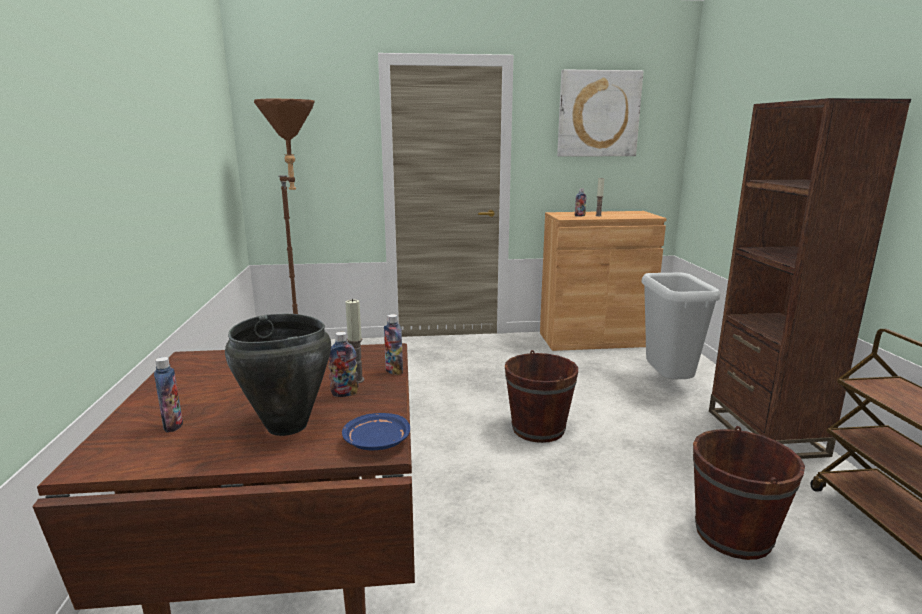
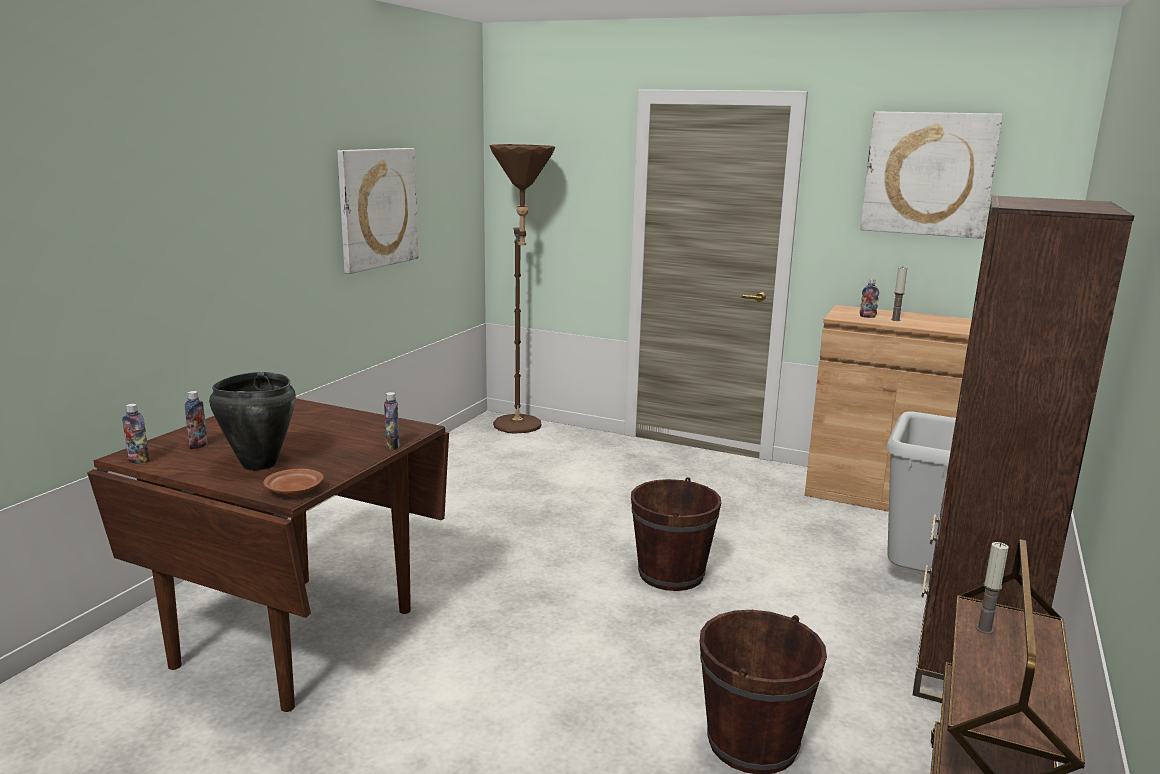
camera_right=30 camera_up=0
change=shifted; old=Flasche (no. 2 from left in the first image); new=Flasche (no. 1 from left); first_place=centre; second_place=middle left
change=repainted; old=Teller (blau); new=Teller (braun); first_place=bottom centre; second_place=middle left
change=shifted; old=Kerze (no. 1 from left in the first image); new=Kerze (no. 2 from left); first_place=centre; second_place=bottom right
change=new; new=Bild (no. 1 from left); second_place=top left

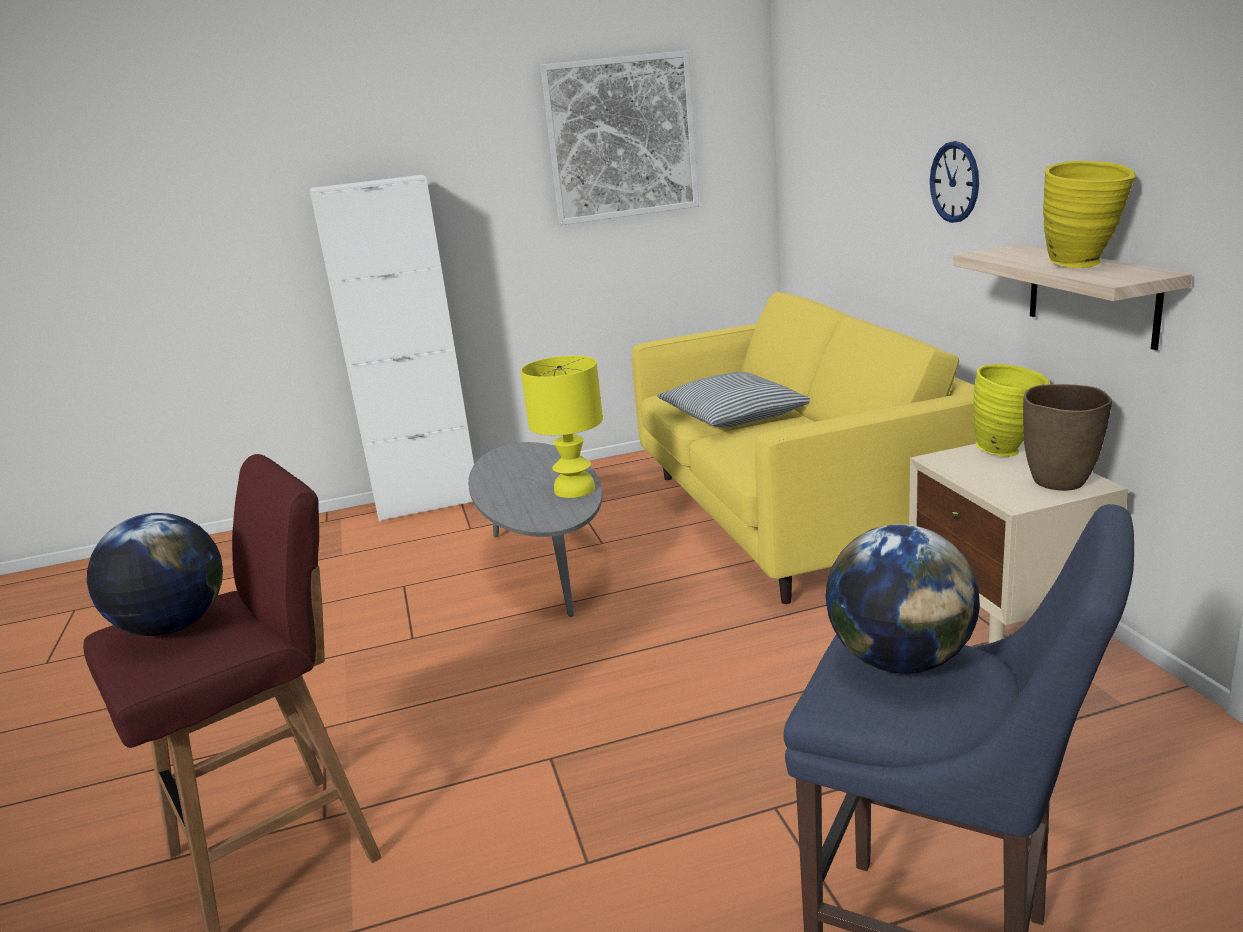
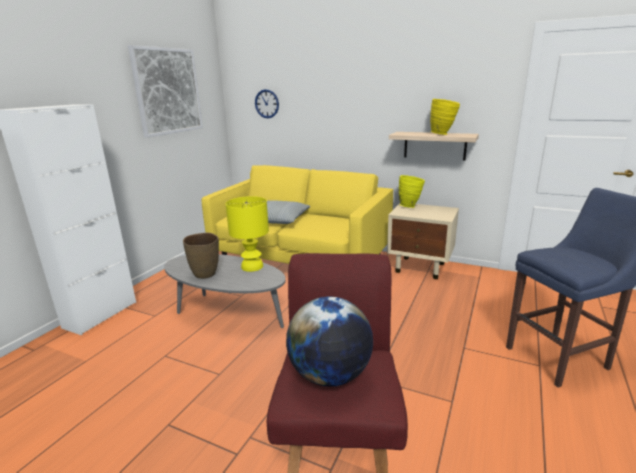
camera_right=-50 camera_up=0
change=gone; old=Globus (no. 2 from left); first_place=middle right
change=shifted; old=Wanduhr; first_place=top right; second_place=top centre
change=shifted; old=Vase (braun); first_place=middle right; second_place=middle left

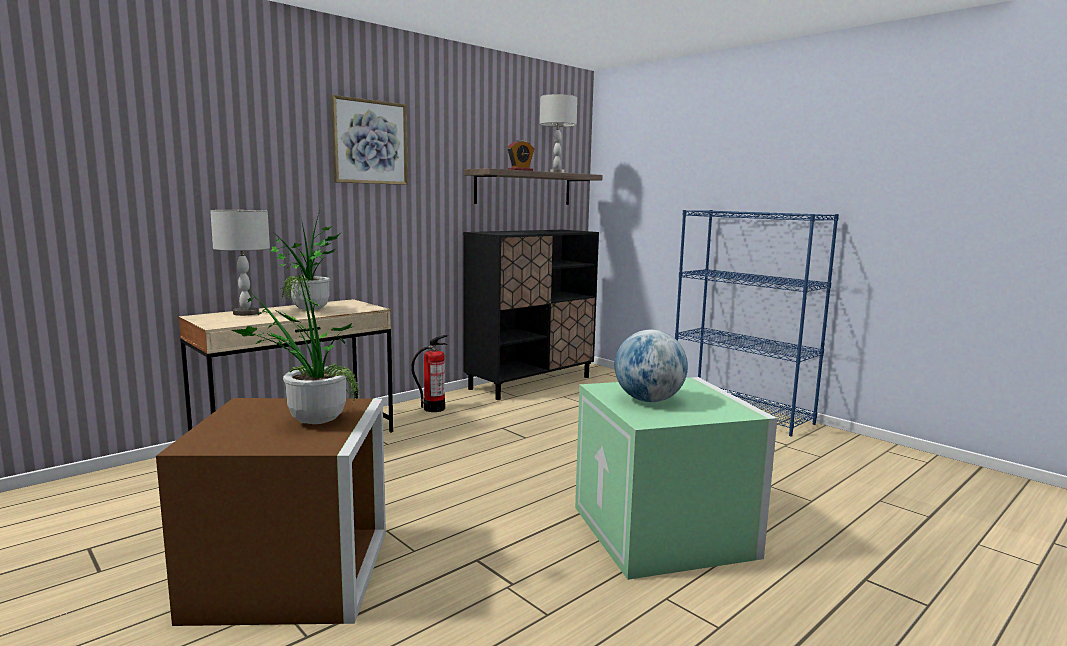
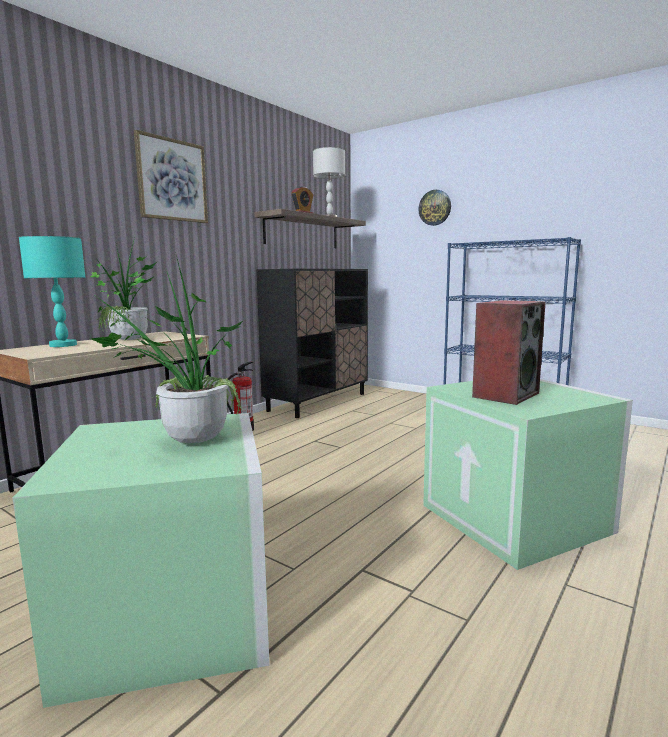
camera_right=-10 camera_up=0
change=repainted; old=Aufbewahrungsbox (braun); new=Aufbewahrungsbox (grün) (no. 1 from left); first_place=bottom left; second_place=bottom left
change=repainted; old=Tischlampe (grau) (no. 1 from left); new=Tischlampe (türkis); first_place=middle left; second_place=middle left
change=swapped; old=Globus; new=Lautsprecher; first_place=centre; second_place=middle right
change=new; new=Wanduhr; second_place=top centre

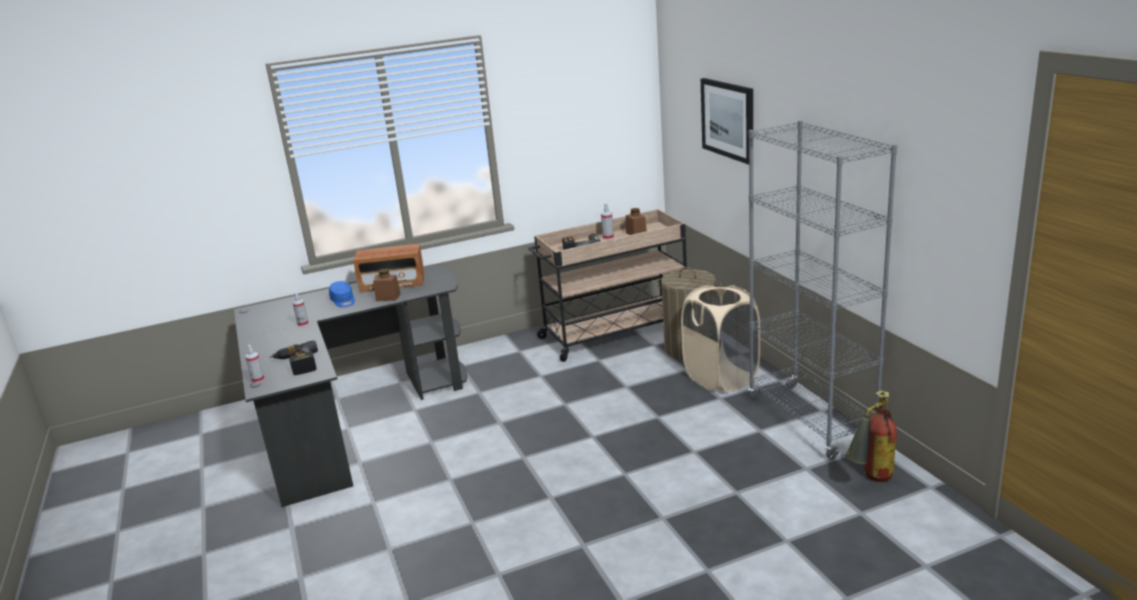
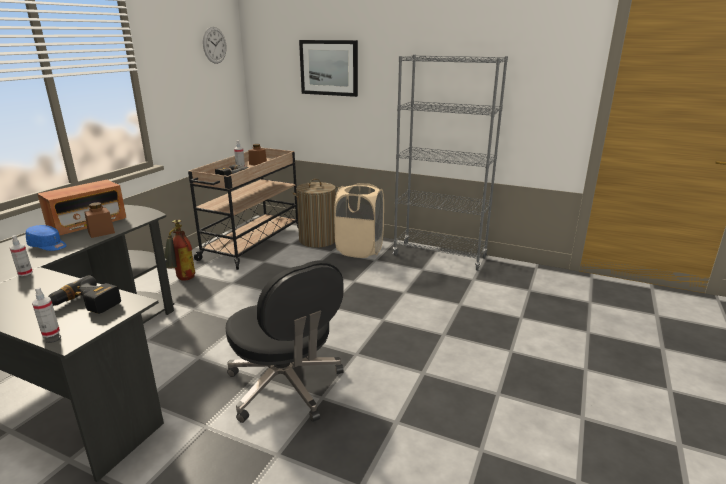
camera_right=-45 camera_up=0
change=shifted; old=Feuerlöscher; first_place=bottom right; second_place=middle left
change=new; new=Wanduhr; second_place=top left
change=new; new=Bürostuhl (schwarz); second_place=bottom centre

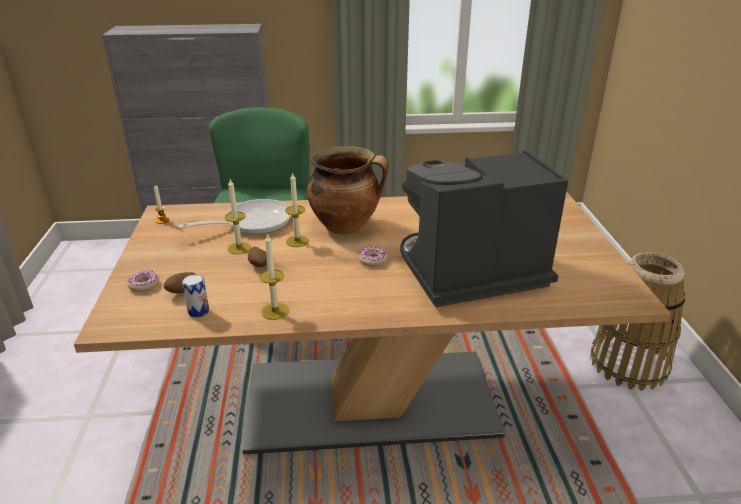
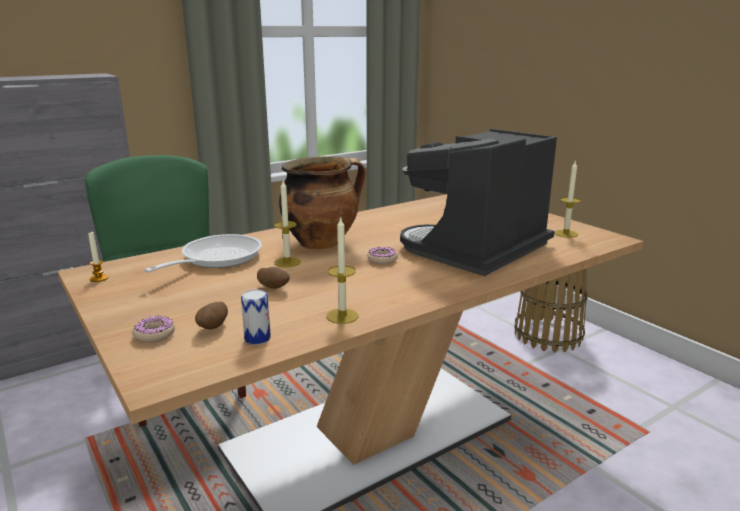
camera_right=-30 camera_up=-10
change=shifted; old=Kerze (no. 2 from left in the first image); new=Kerze (no. 4 from left); first_place=middle left; second_place=middle right

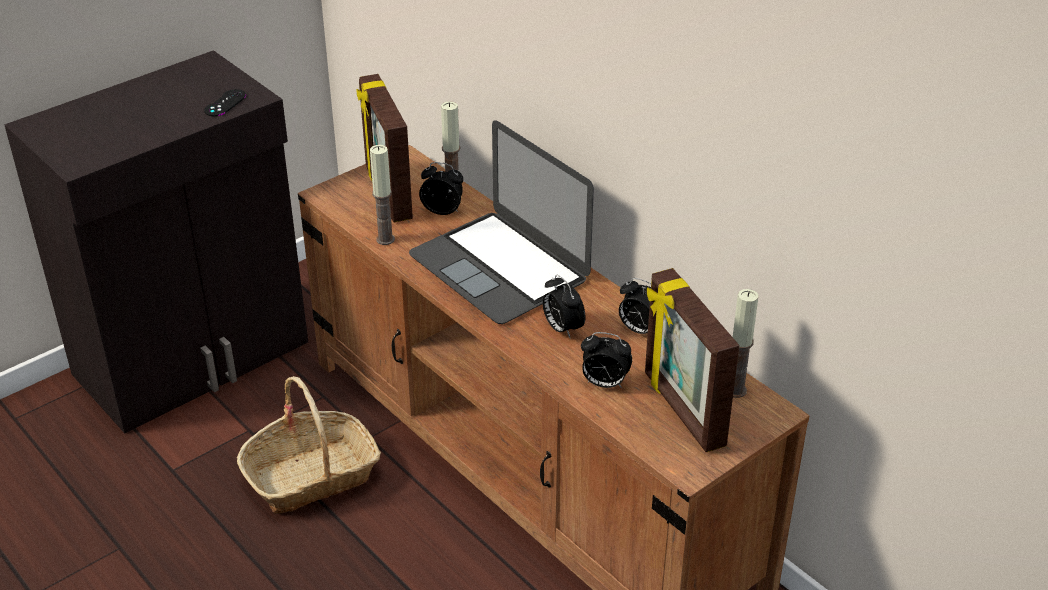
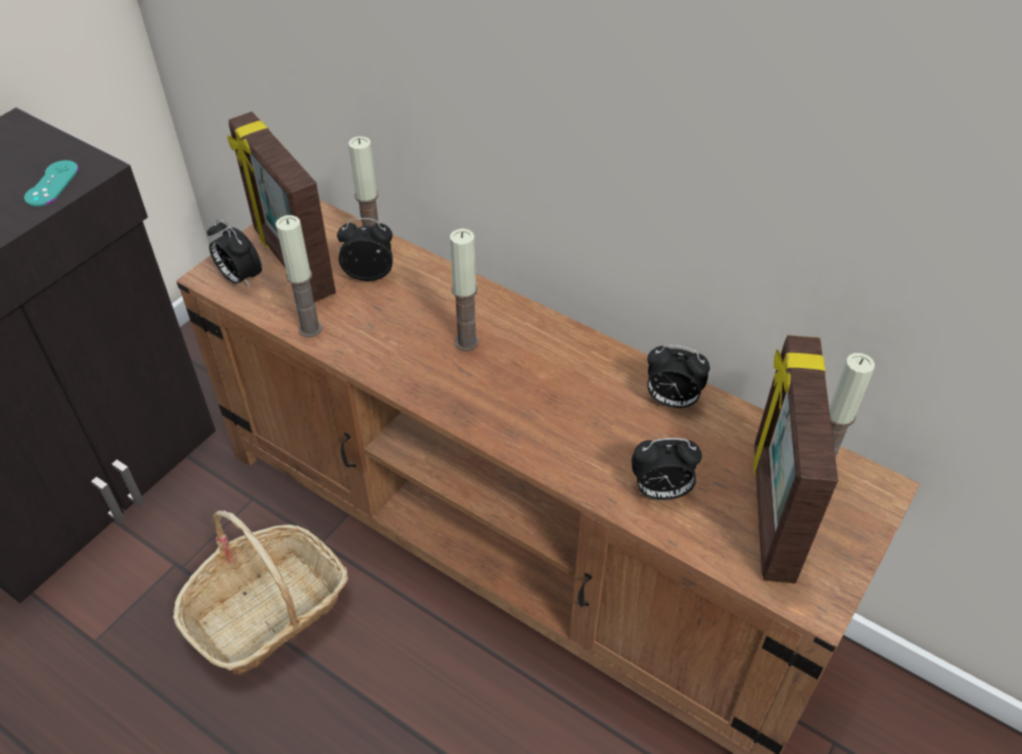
camera_right=-15 camera_up=10
change=repainted; old=Gamepad (schwarz); new=Gamepad (türkis); first_place=top left; second_place=top left
change=swapped; old=Laptop; new=Kerze (no. 3 from left); first_place=centre; second_place=centre
change=shifted; old=Wecker (no. 2 from left in the first image); new=Wecker (no. 1 from left); first_place=centre; second_place=middle left
change=rotated; old=Bilderrahmen (no. 2 from left); first_place=centre; second_place=middle right; degrees=45

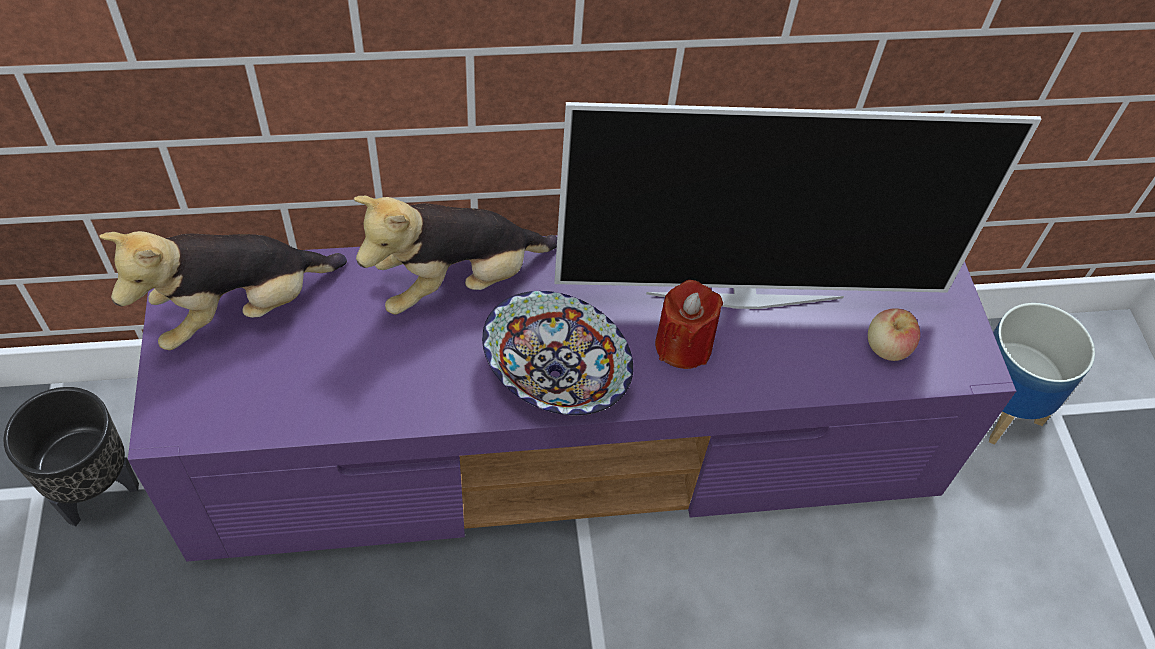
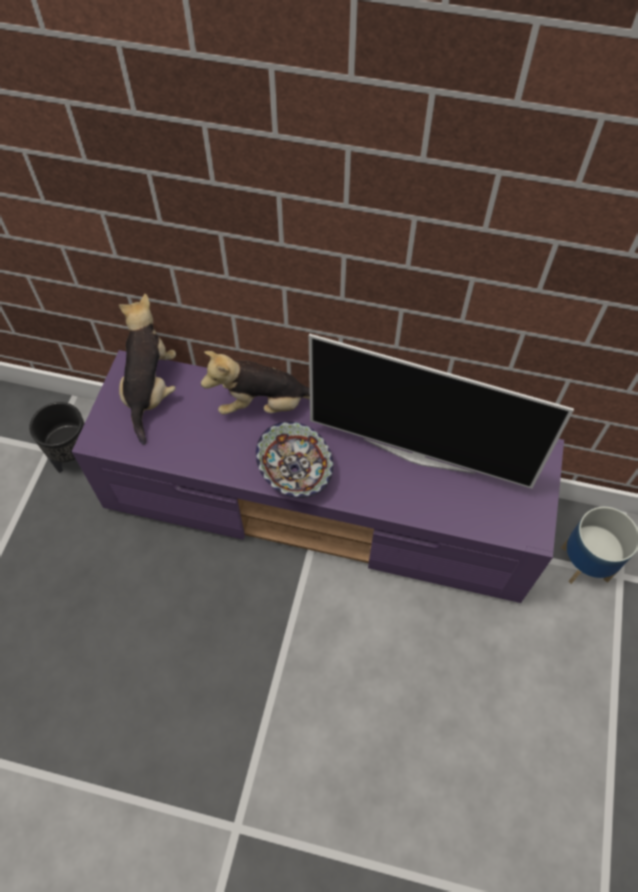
camera_right=25 camera_up=5
change=rotated; old=Plüschtier (no. 1 from left); first_place=middle left; second_place=middle left; degrees=105
change=gone; old=Kerze (rot); first_place=centre
change=gone; old=Apfel; first_place=middle right

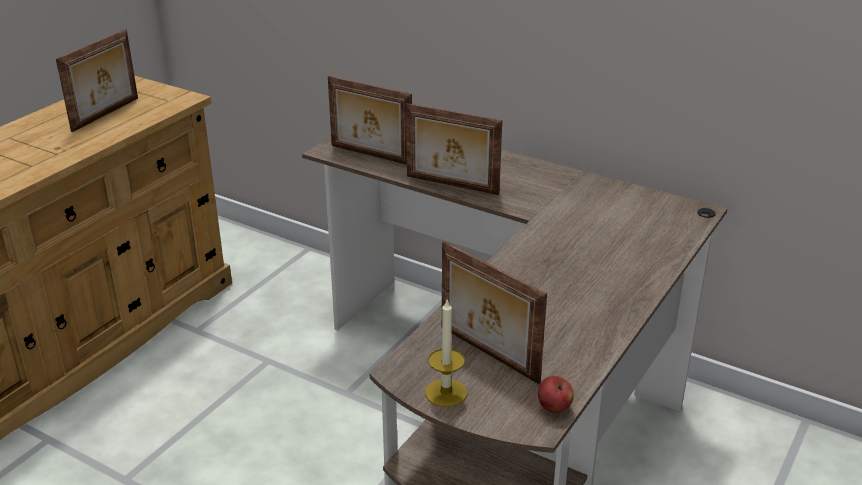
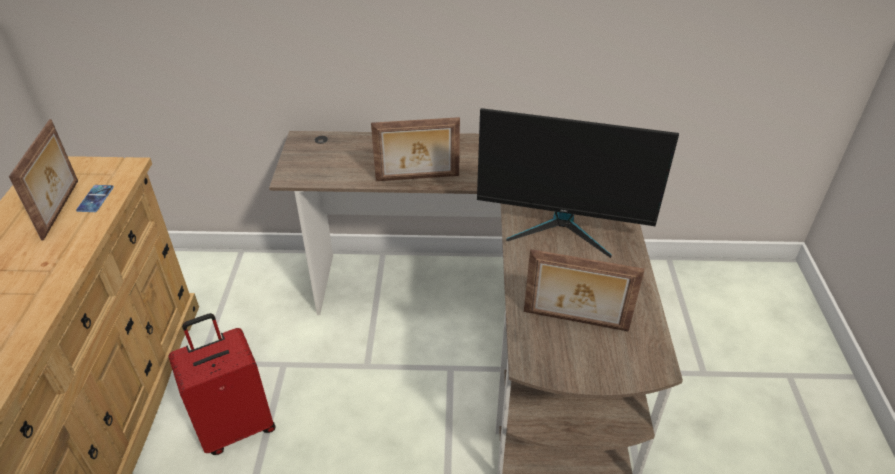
camera_right=-30 camera_up=10
change=gone; old=Bilderrahmen (no. 2 from left); first_place=top centre
change=gone; old=Kerze; first_place=bottom centre
change=gone; old=Apfel; first_place=bottom centre
change=new; new=Handy; second_place=middle left
change=new; new=Koffer (rot); second_place=bottom left
change=new; new=Monitor; second_place=centre

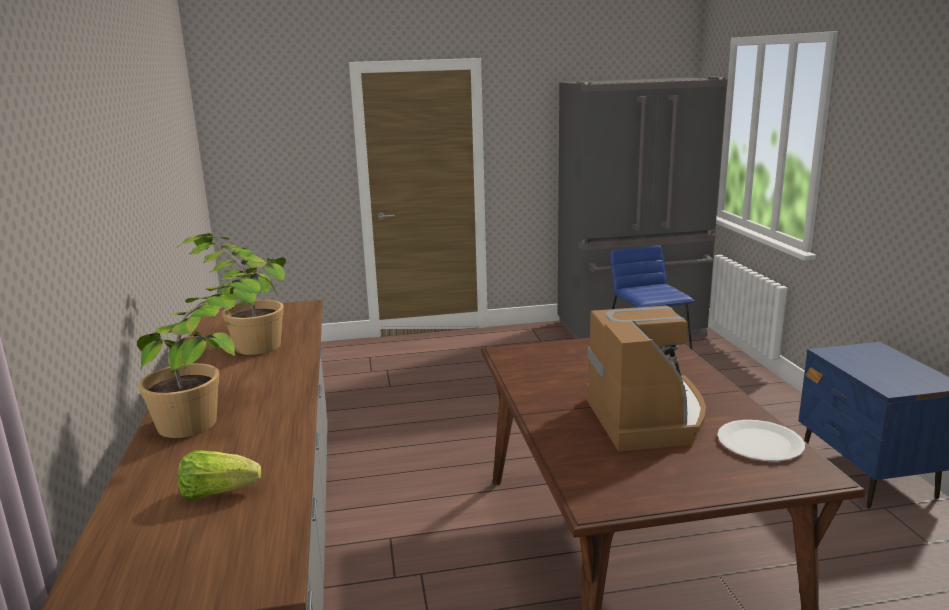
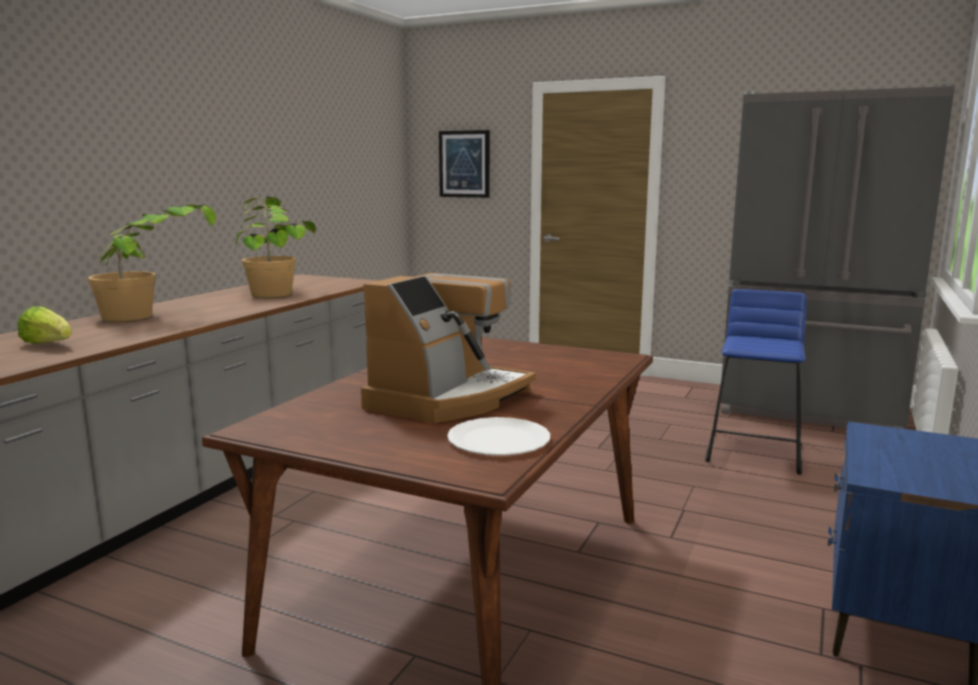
camera_right=35 camera_up=-5
change=new; new=Bild; second_place=top centre

